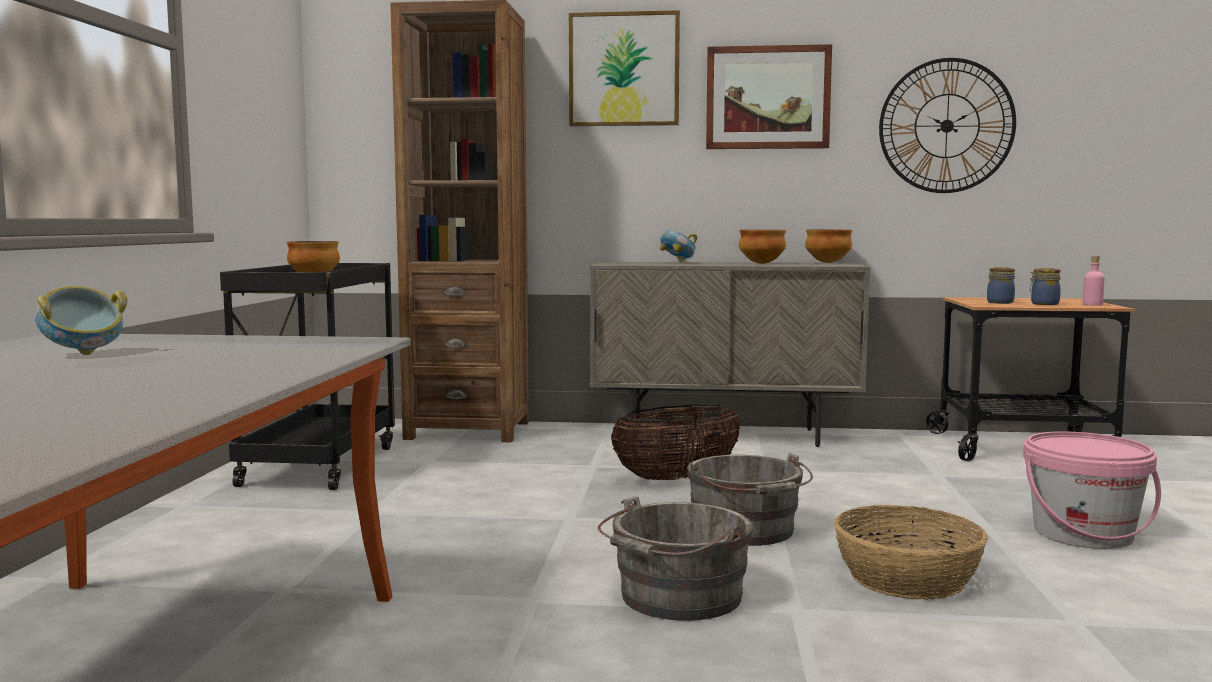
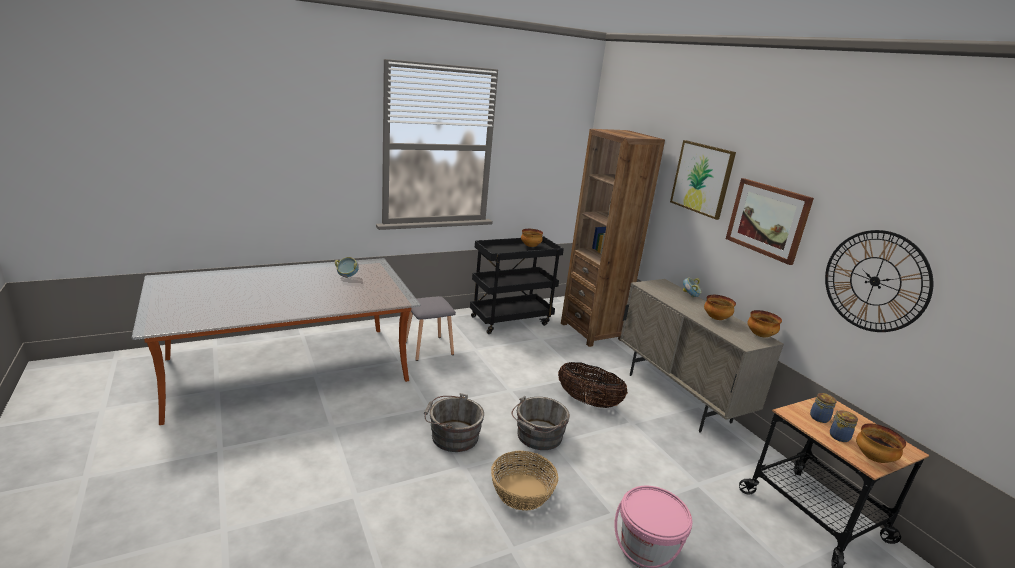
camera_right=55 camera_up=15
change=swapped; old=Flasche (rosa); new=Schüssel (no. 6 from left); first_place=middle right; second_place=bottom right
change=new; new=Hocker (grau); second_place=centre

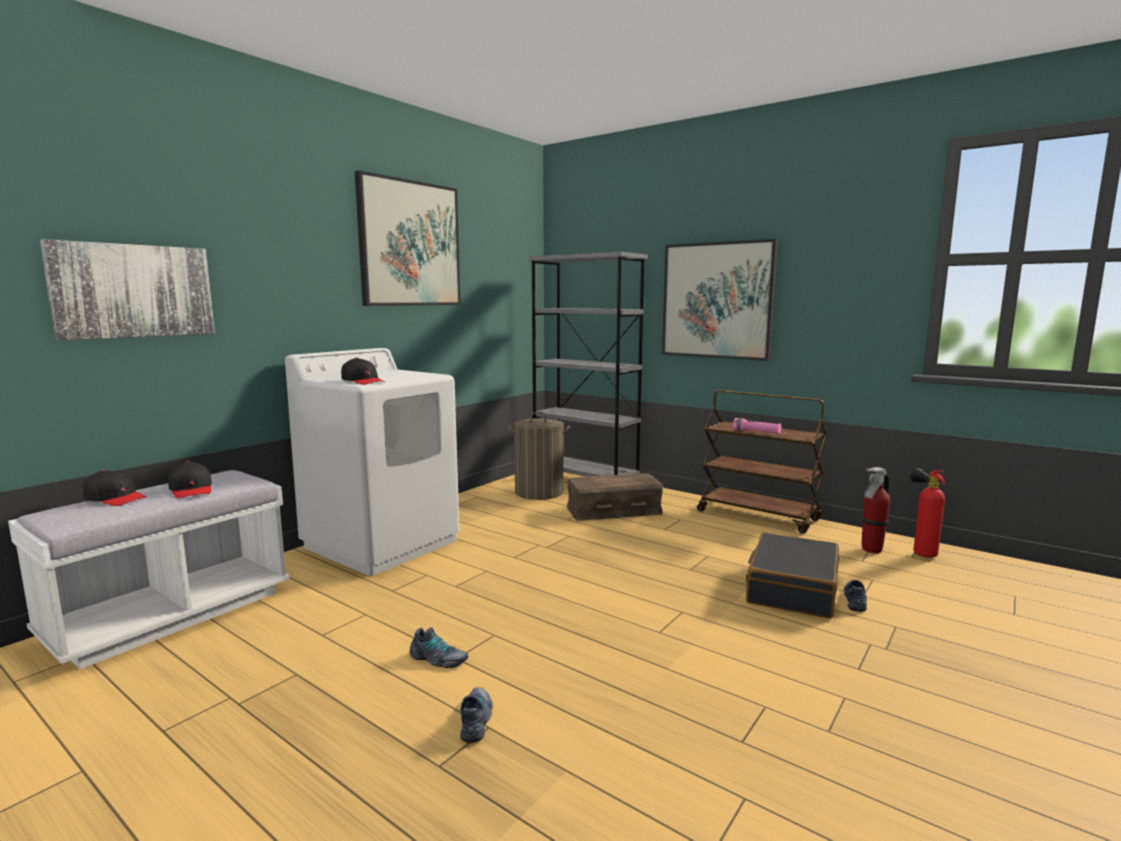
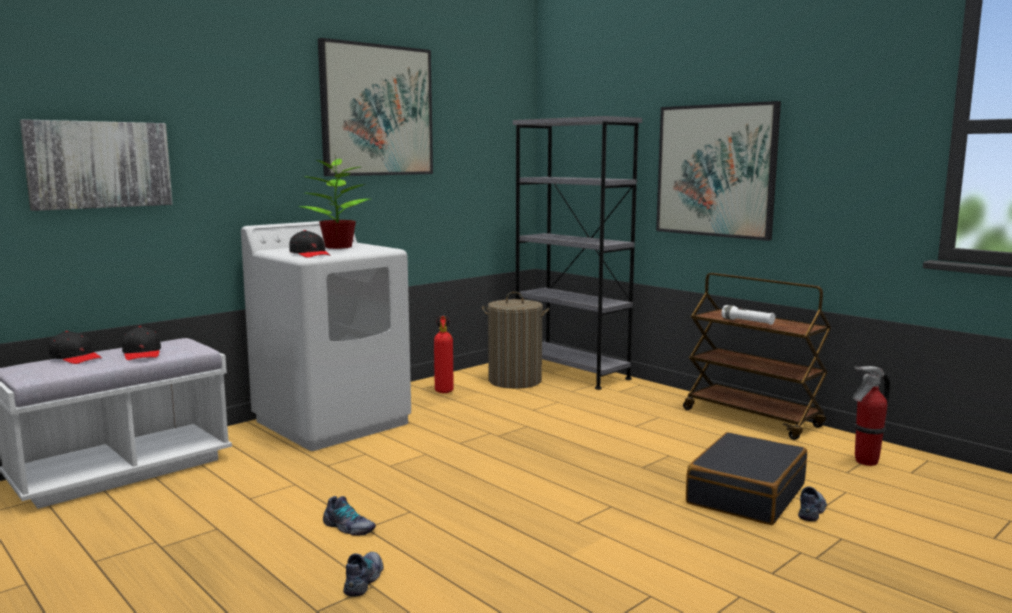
camera_right=10 camera_up=0
change=gone; old=Aufbewahrungsbox (braun); first_place=centre
change=repainted; old=Taschenlampe (rosa); new=Taschenlampe (weiß); first_place=middle right; second_place=middle right
change=shifted; old=Feuerlöscher (no. 2 from left in the first image); new=Feuerlöscher (no. 1 from left); first_place=middle right; second_place=centre
change=new; new=Topfpflanze; second_place=top left

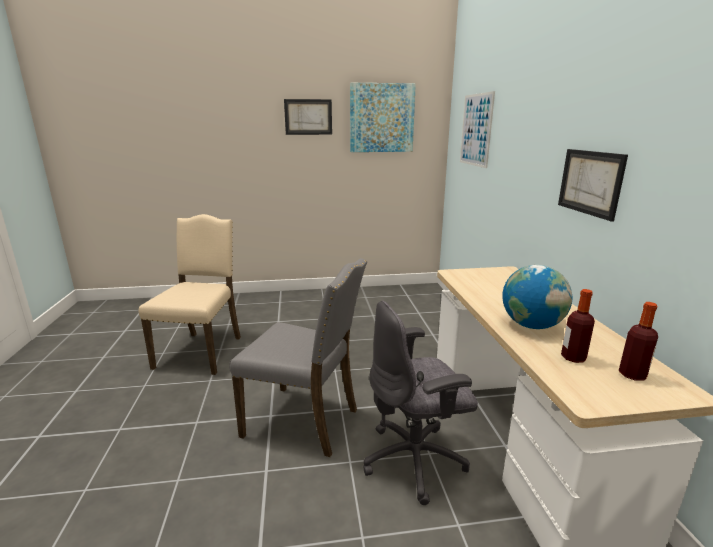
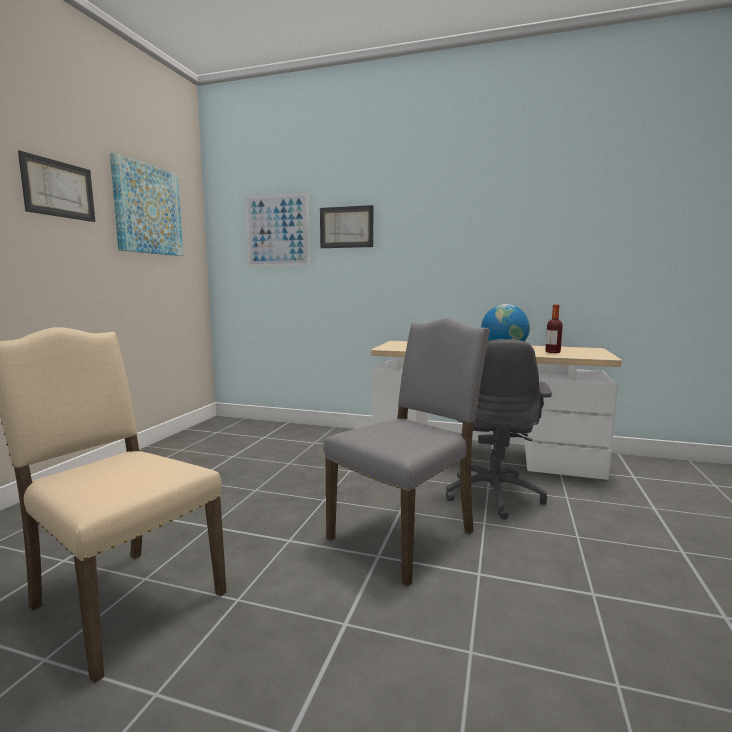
camera_right=-65 camera_up=-10
change=shifted; old=Bild (no. 4 from left); first_place=middle right; second_place=top centre
change=gone; old=Flasche (no. 2 from left); first_place=middle right

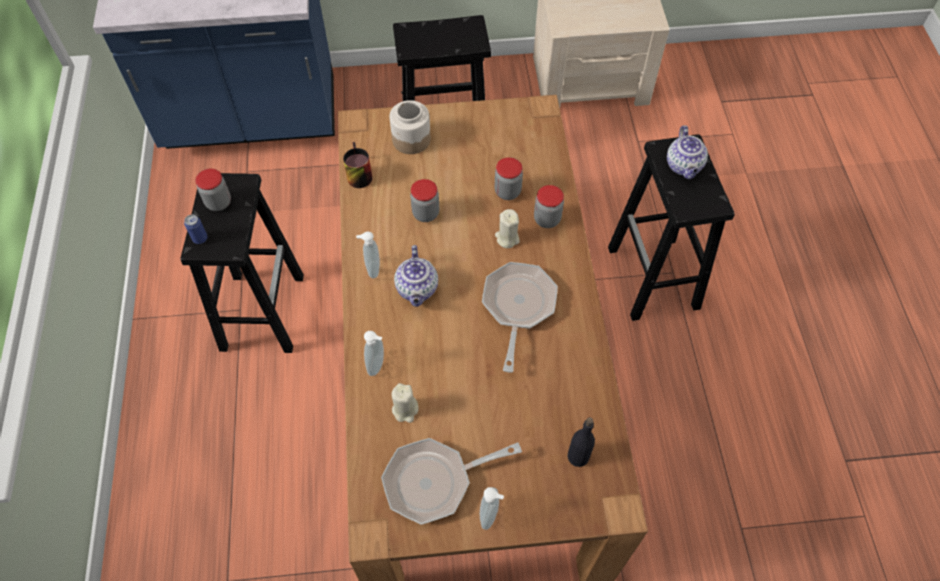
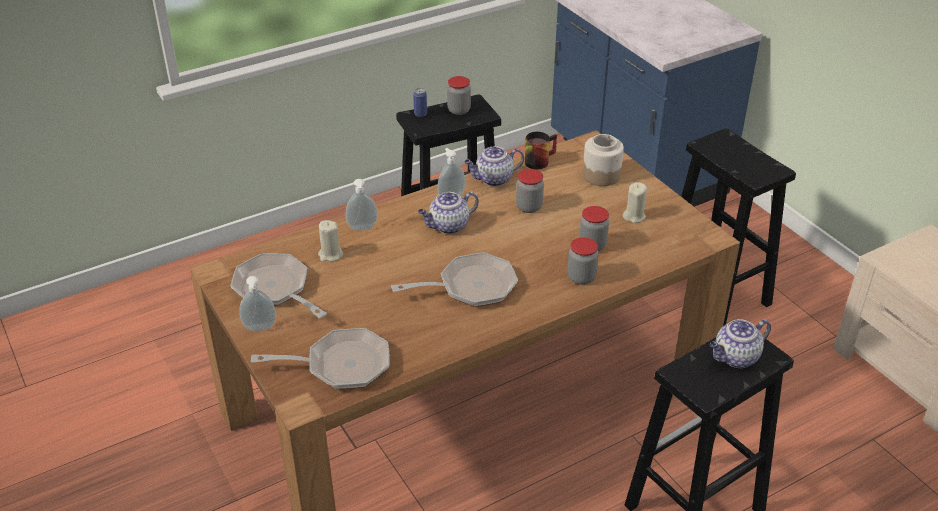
camera_right=65 camera_up=-20
change=shifted; old=Kerze (beige) (no. 2 from left); first_place=centre; second_place=middle right
change=swapped; old=Flasche (schwarz); new=Pfanne (no. 2 from left); first_place=bottom centre; second_place=bottom centre
change=new; new=Teekanne (no. 2 from left); second_place=top centre

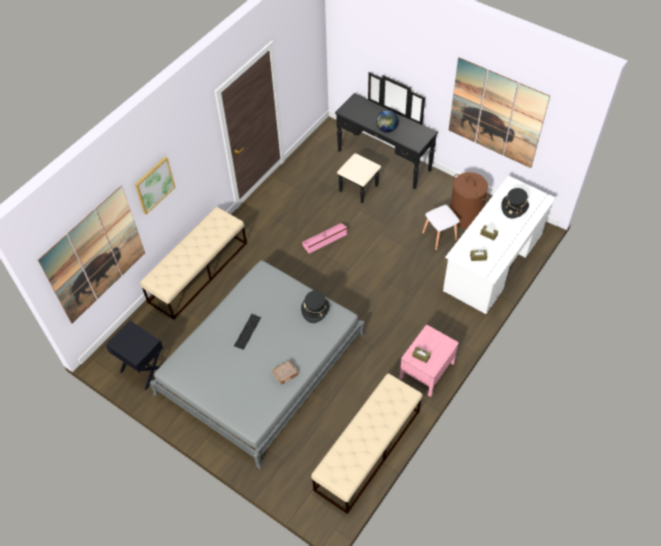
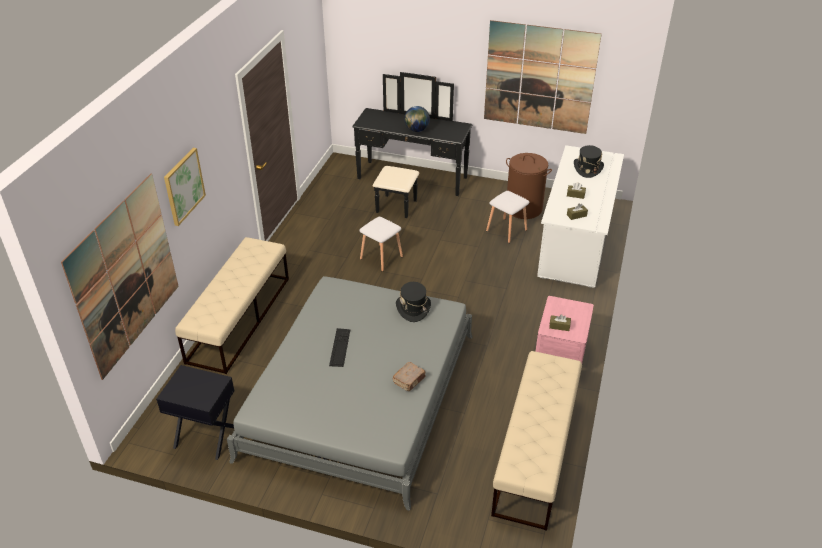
camera_right=-20 camera_up=-15
change=swapped; old=Aufbewahrungsbox (rosa); new=Hocker (weiß) (no. 1 from left); first_place=centre; second_place=centre

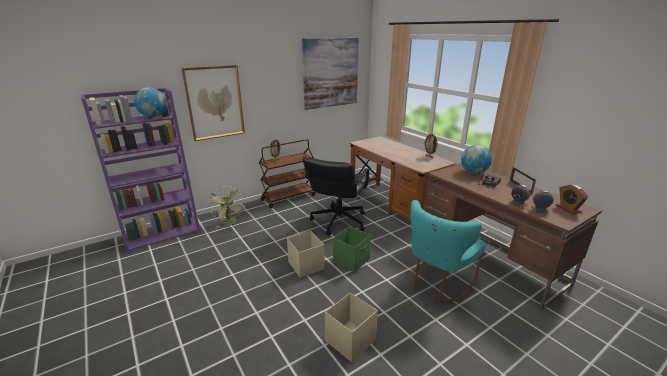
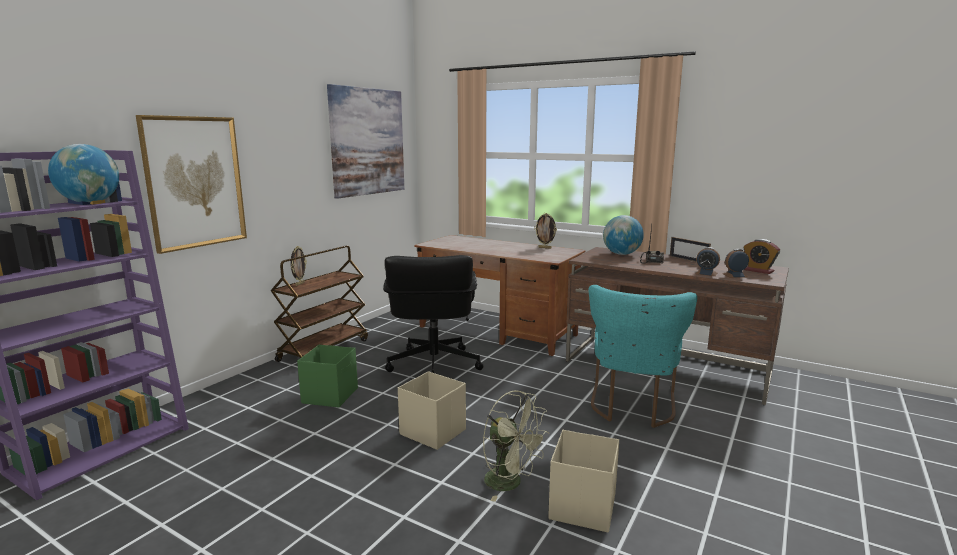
camera_right=-25 camera_up=-10
change=shifted; old=Ventilator (grün); first_place=centre; second_place=bottom centre
change=shifted; old=Aufbewahrungsbox (grün); first_place=centre; second_place=bottom centre

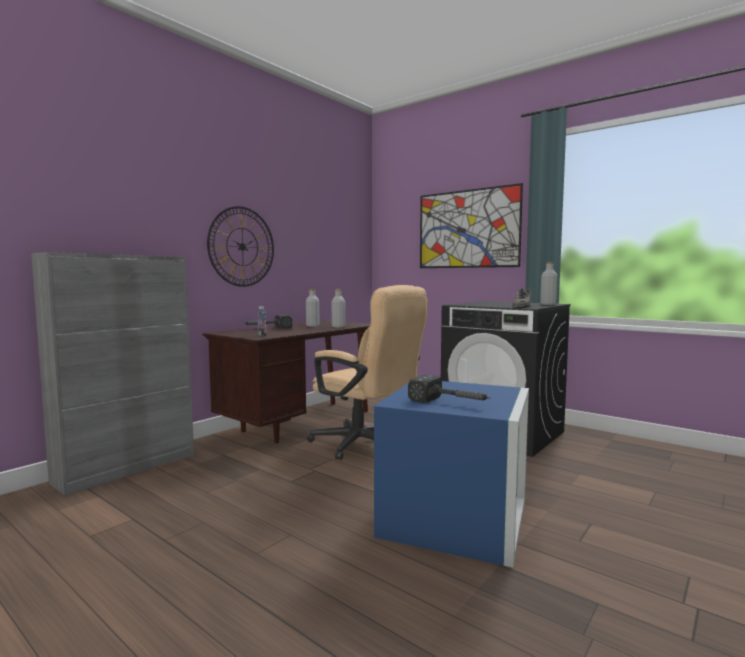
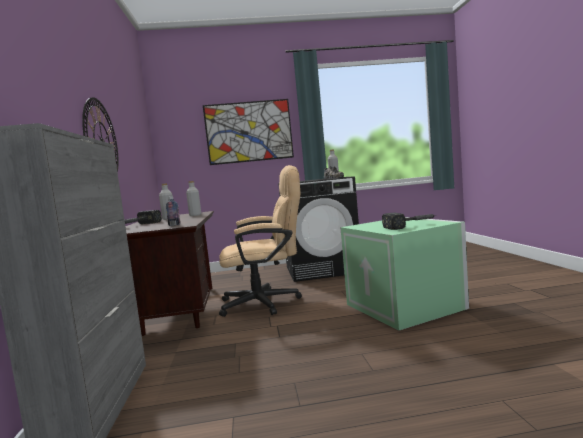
camera_right=-45 camera_up=0
change=repainted; old=Aufbewahrungsbox (blau); new=Aufbewahrungsbox (grün); first_place=bottom centre; second_place=middle right

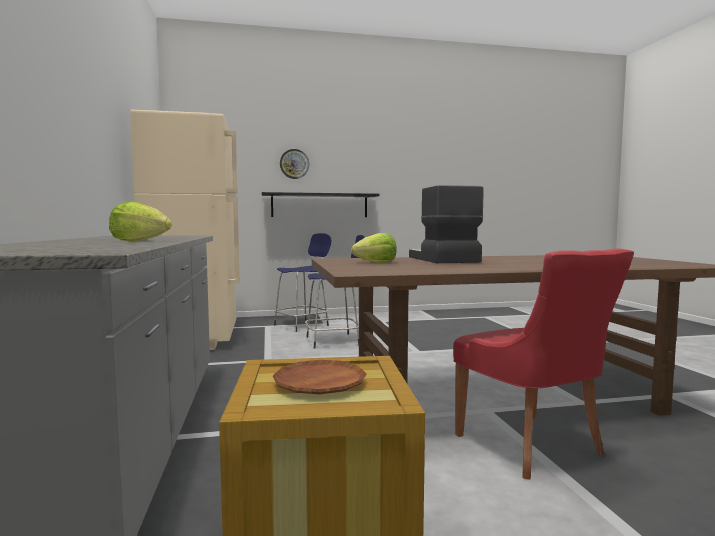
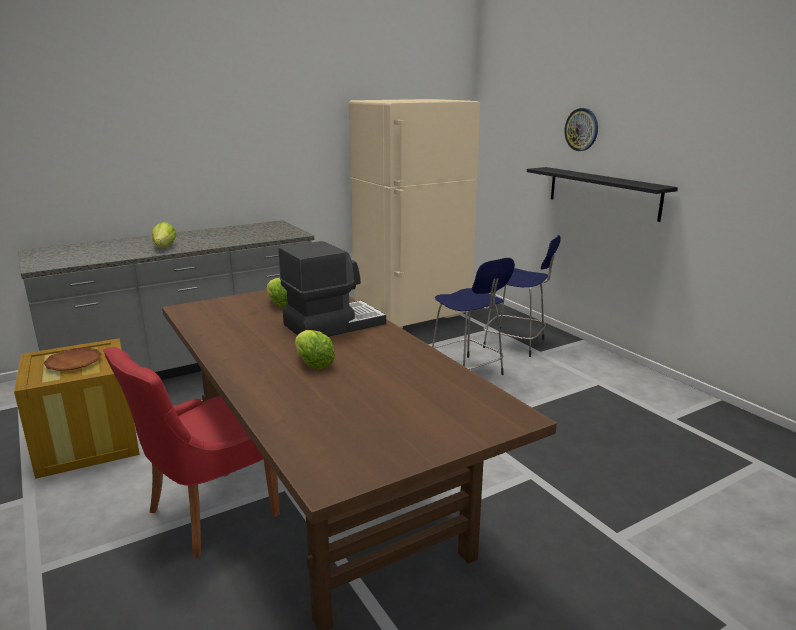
camera_right=70 camera_up=15
change=new; new=Salatkopf (no. 3 from left); second_place=centre

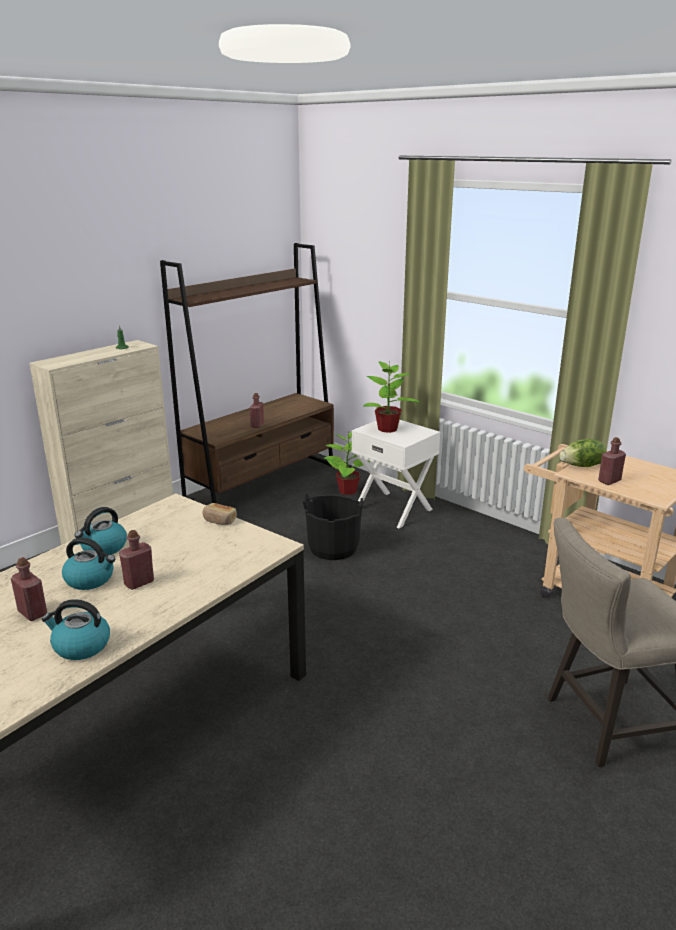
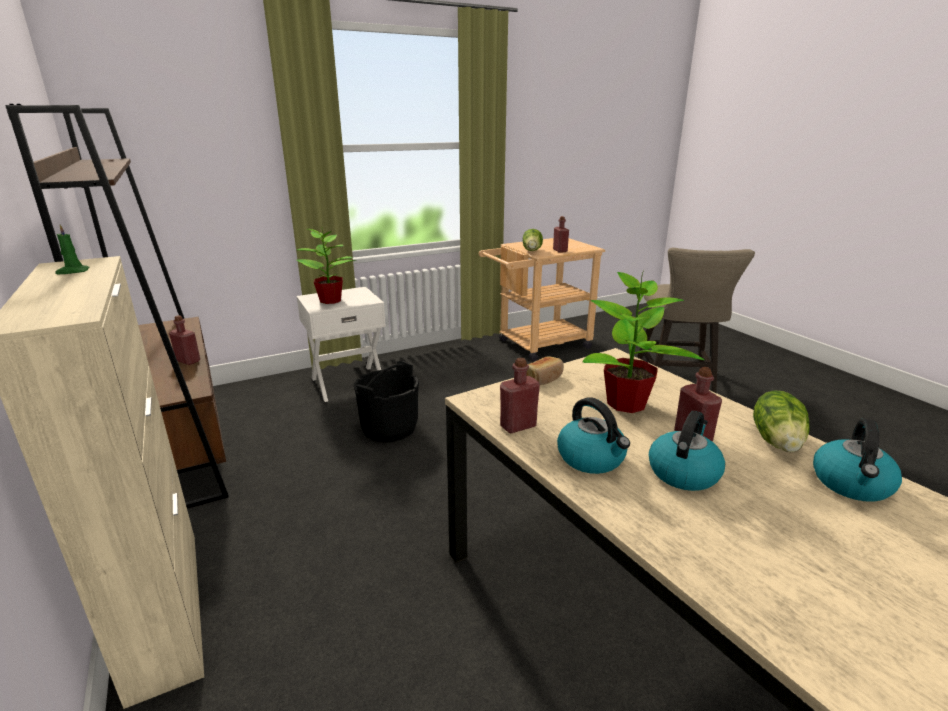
camera_right=-70 camera_up=0
change=shifted; old=Flasche (rot) (no. 1 from left in the first image); new=Flasche (rot) (no. 2 from left); first_place=middle left; second_place=centre
change=shifted; old=Topfpflanze (no. 1 from left in the first image); new=Topfpflanze (no. 2 from left); first_place=centre; second_place=middle right
change=new; new=Salatkopf (no. 2 from left); second_place=middle right

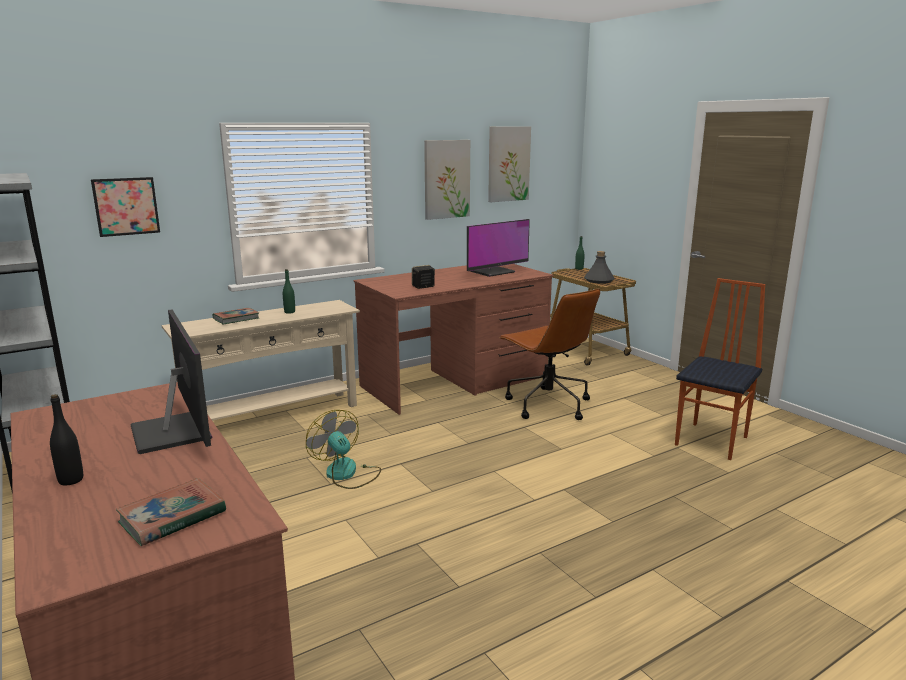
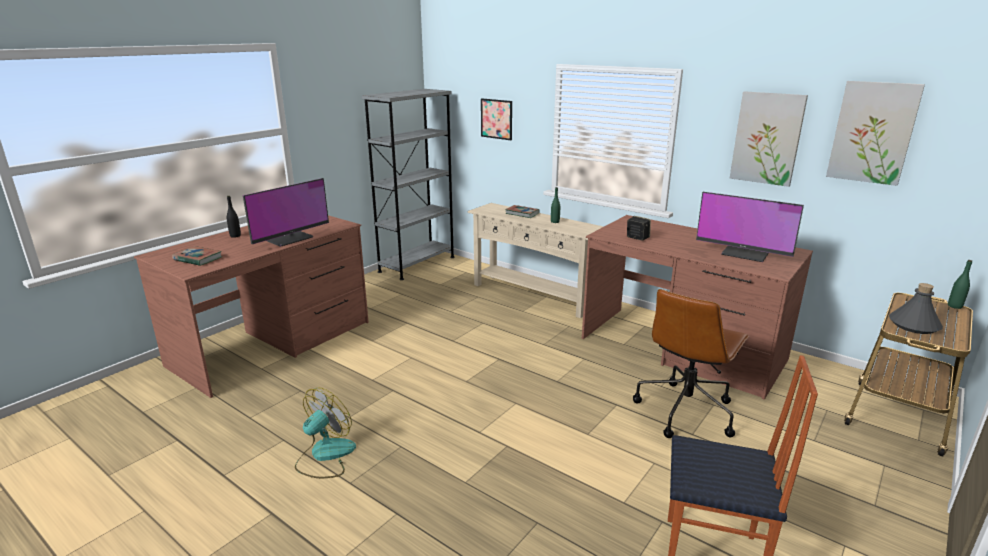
camera_right=70 camera_up=5
change=shifted; old=Ventilator; first_place=centre; second_place=bottom left

